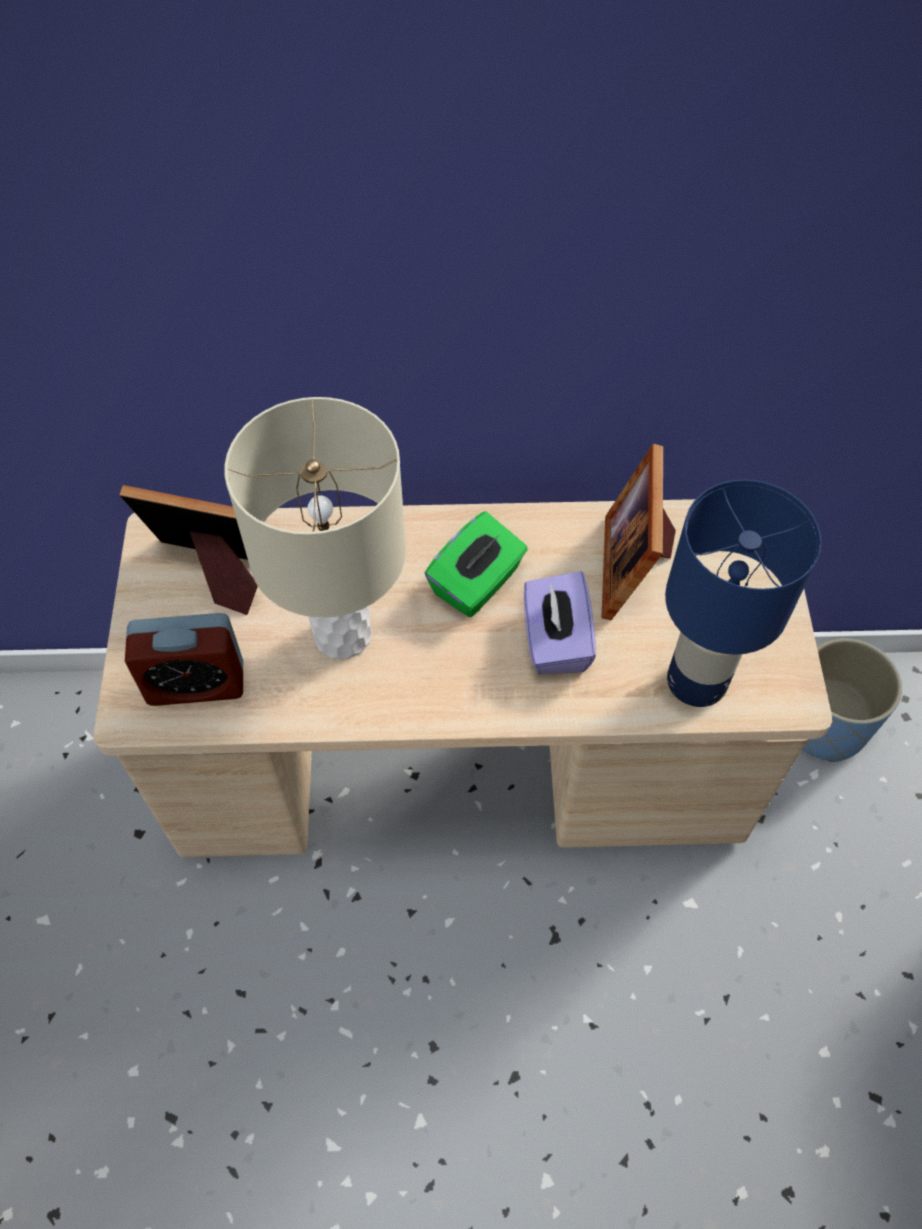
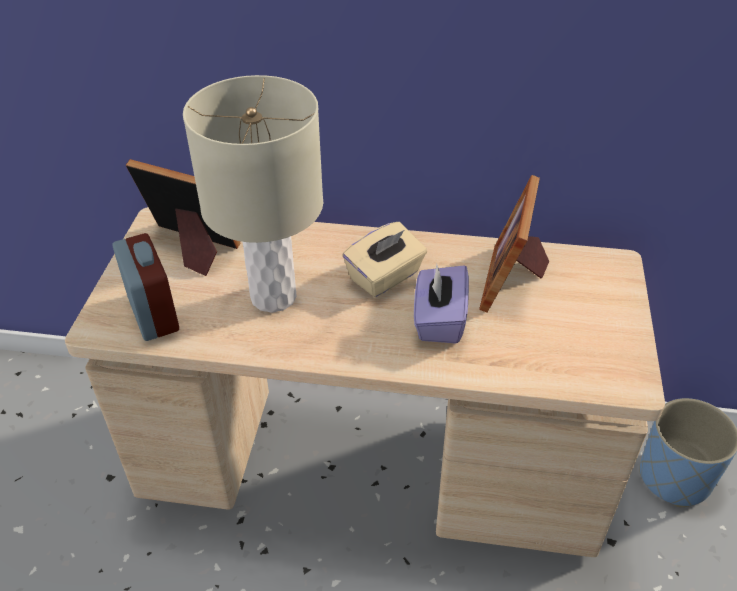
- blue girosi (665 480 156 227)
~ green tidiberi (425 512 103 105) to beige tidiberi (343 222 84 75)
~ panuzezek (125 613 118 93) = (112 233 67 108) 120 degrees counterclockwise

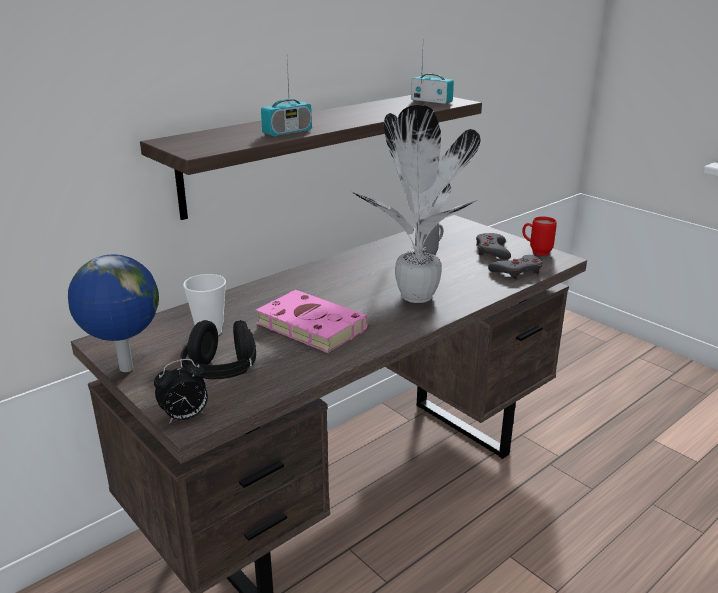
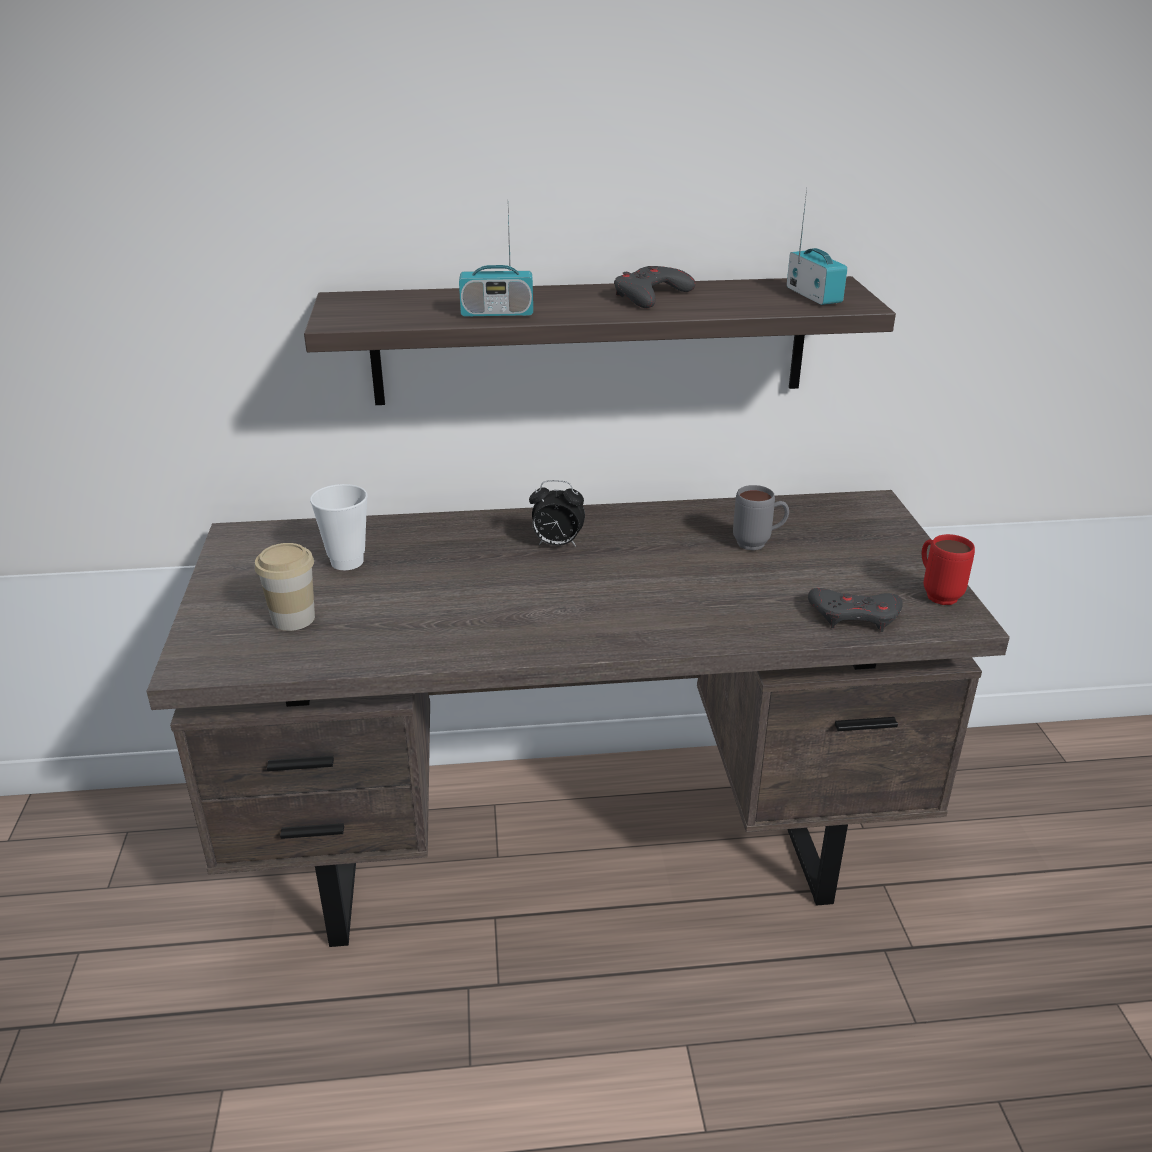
- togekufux (68 255 91 117)
- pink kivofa (255 290 113 63)
- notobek (352 105 128 198)
~ panuzezek (154 359 54 64) to (529 480 56 66)
~ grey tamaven (476 233 35 27) to (614 266 82 42)
~ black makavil (180 320 76 59) to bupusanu (255 543 60 88)

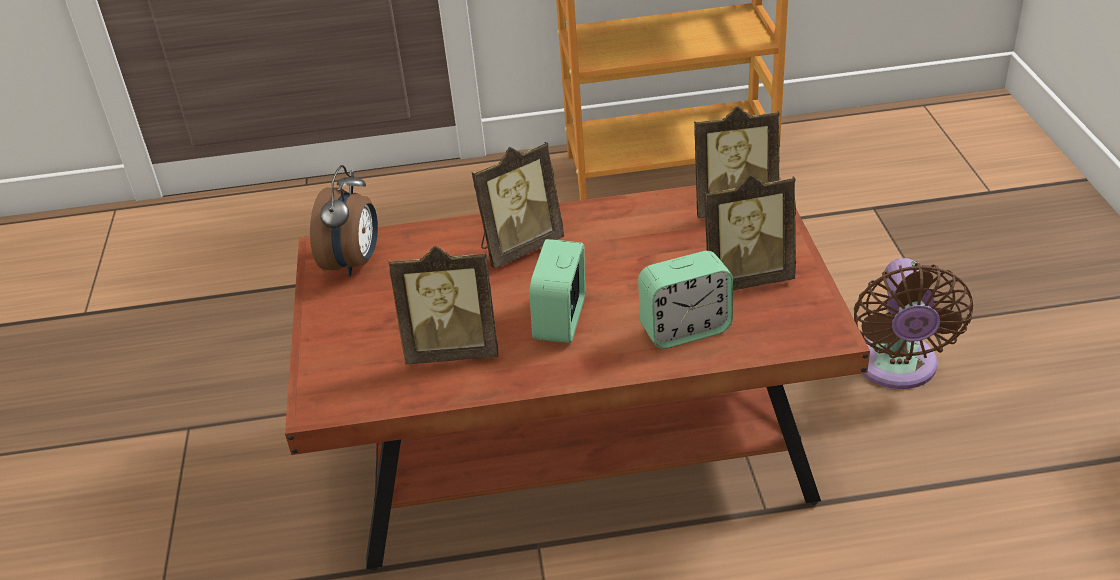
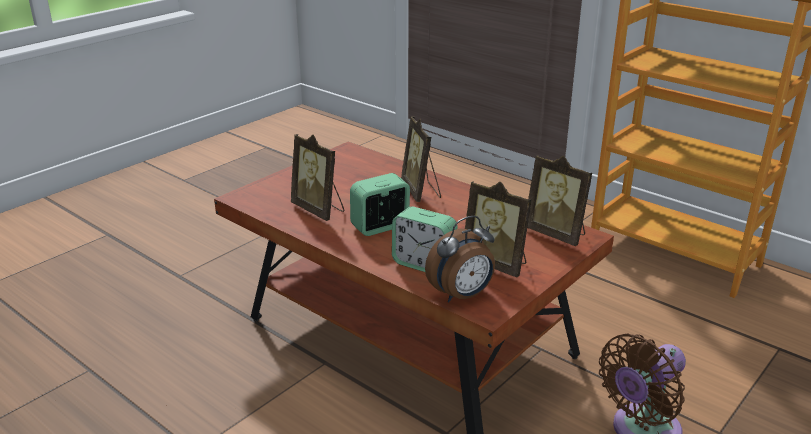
~ panuzezek (310 165 68 112) to (425 216 70 86)
~ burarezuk (471 142 93 127) = (401 116 40 86) 60 degrees clockwise

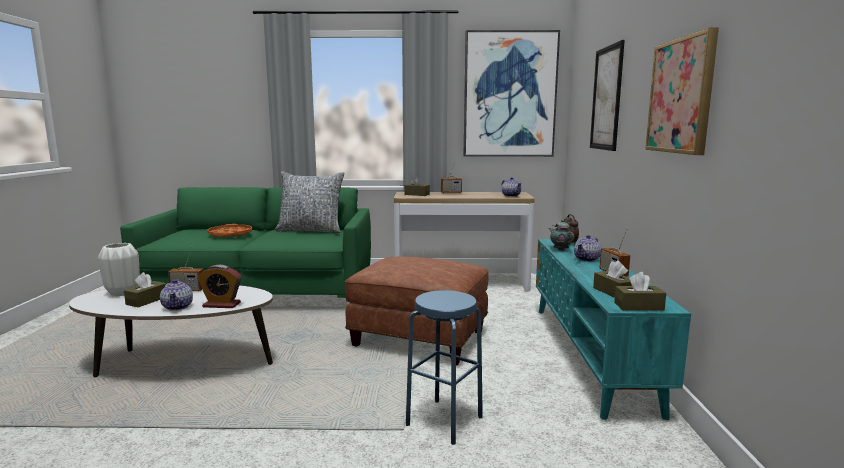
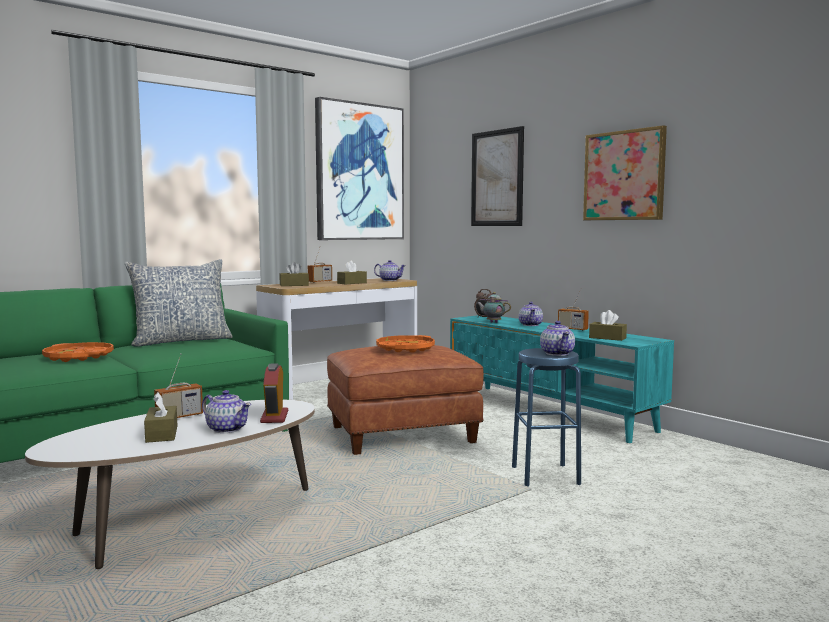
- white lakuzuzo (98 243 42 53)
+ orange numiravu (376 335 59 18)
+ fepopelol (540 321 35 35)
~ brown tidiberi (614 272 52 39) to (337 260 30 24)
~ panuzezek (197 265 45 43) = (260 363 28 60) 120 degrees clockwise

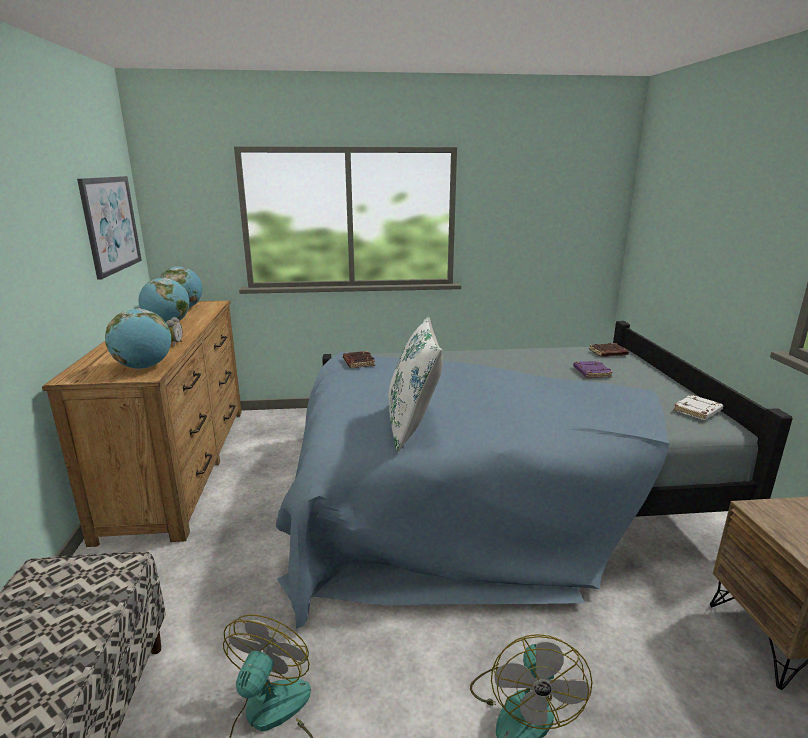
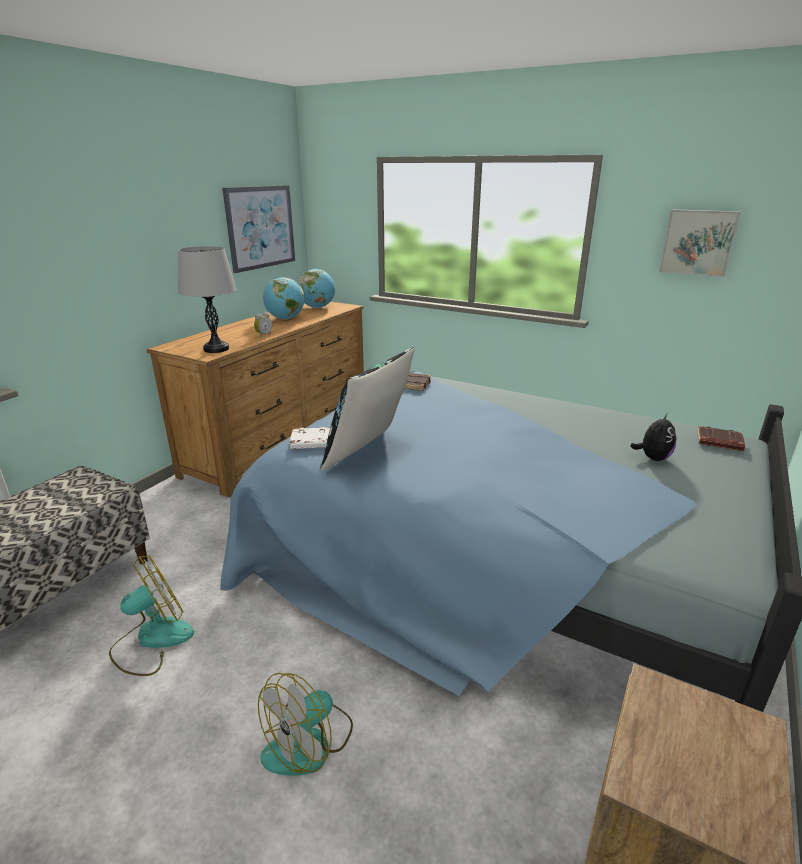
+ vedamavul (659 209 81 68)
~ white kivofa (673 395 50 25) to (290 427 40 22)
~ togekufux (105 308 67 61) to grey girosi (178 246 59 107)
~ purple kivofa (573 361 40 17) to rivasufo (630 413 46 48)
~ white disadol (388 316 55 136) to black disadol (320 347 95 124)

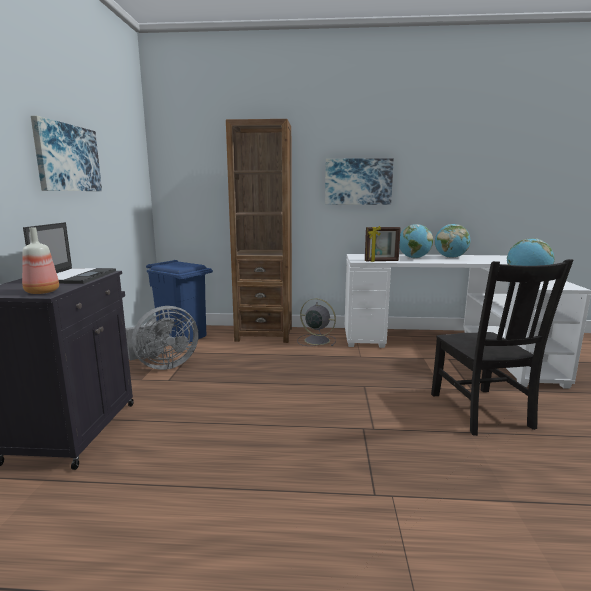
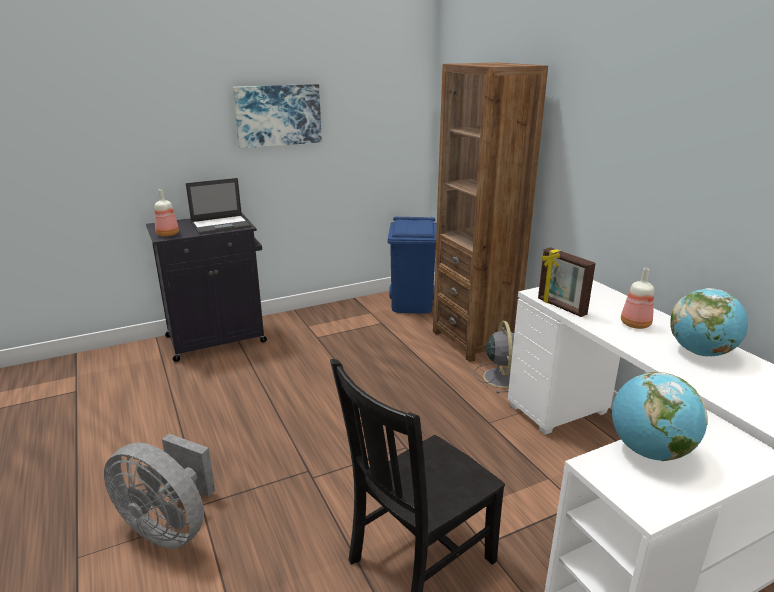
- vedamavul (325 158 69 47)
~ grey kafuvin (125 306 74 64) to (104 434 111 115)
~ togekufux (399 224 34 34) to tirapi (621 268 33 61)

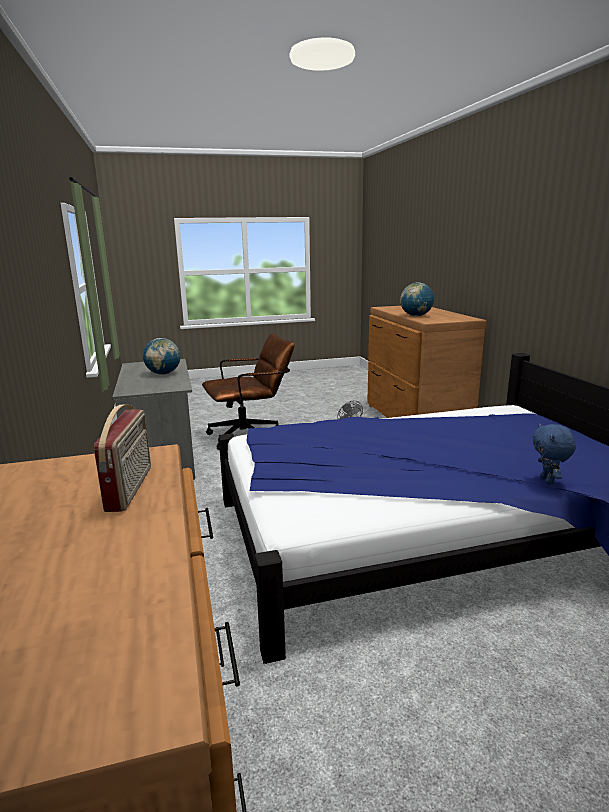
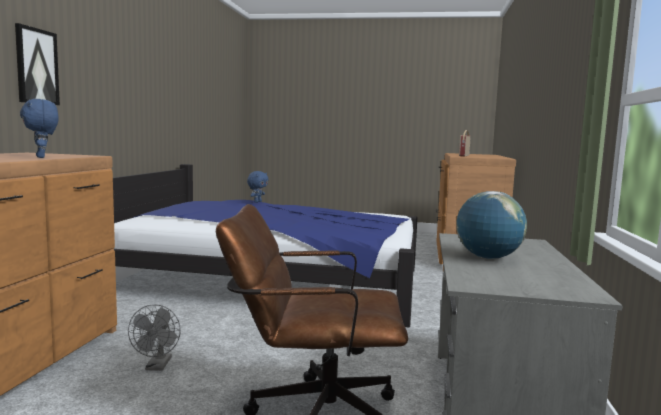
+ vedamavul (15 23 45 82)
~ togekufux (400 282 34 35) to blue rivasufo (20 99 39 59)

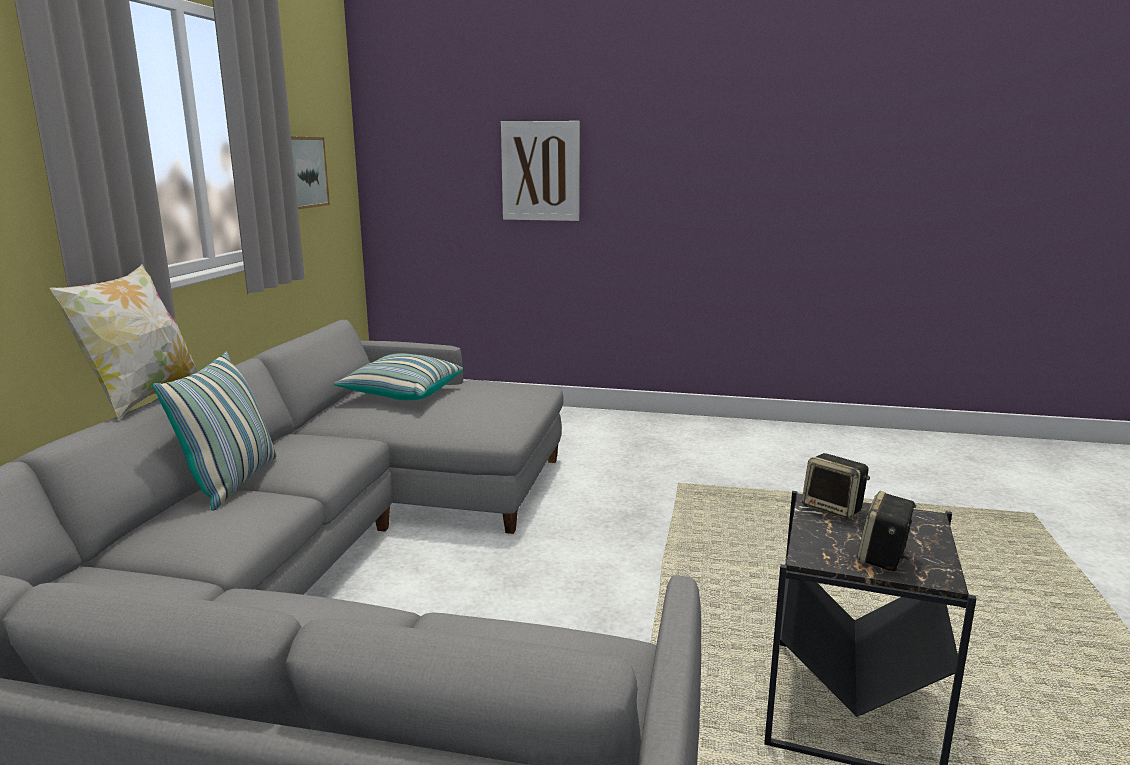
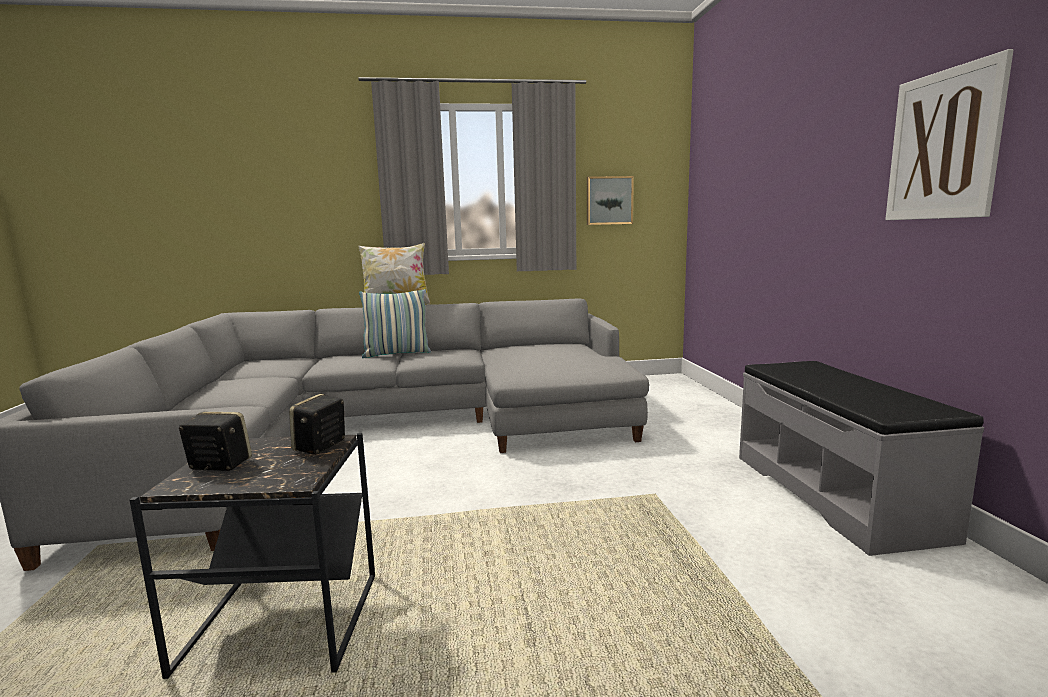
- disadol (334 353 129 47)
+ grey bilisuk (739 361 245 195)
~ vedamavul (501 121 79 100) to (885 49 128 171)

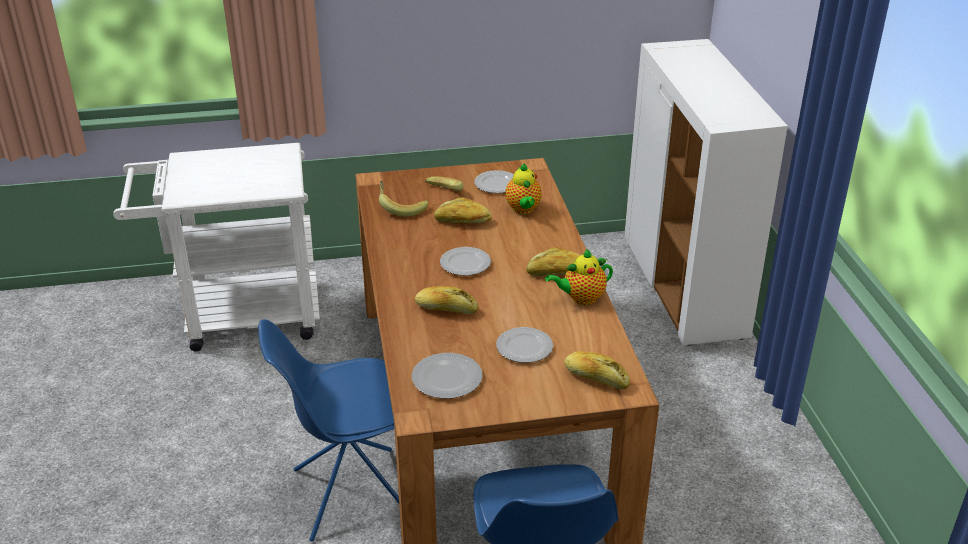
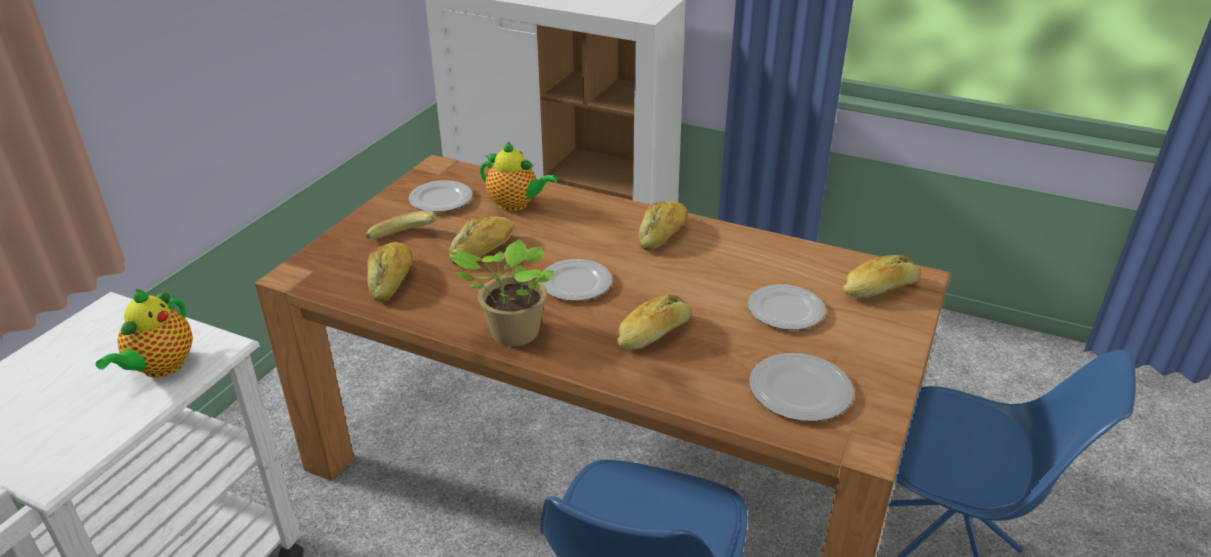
+ notobek (449 239 105 107)
~ fepopelol (545 249 68 56) to (96 289 97 89)
~ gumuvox (379 181 49 36) to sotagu (367 242 45 60)

